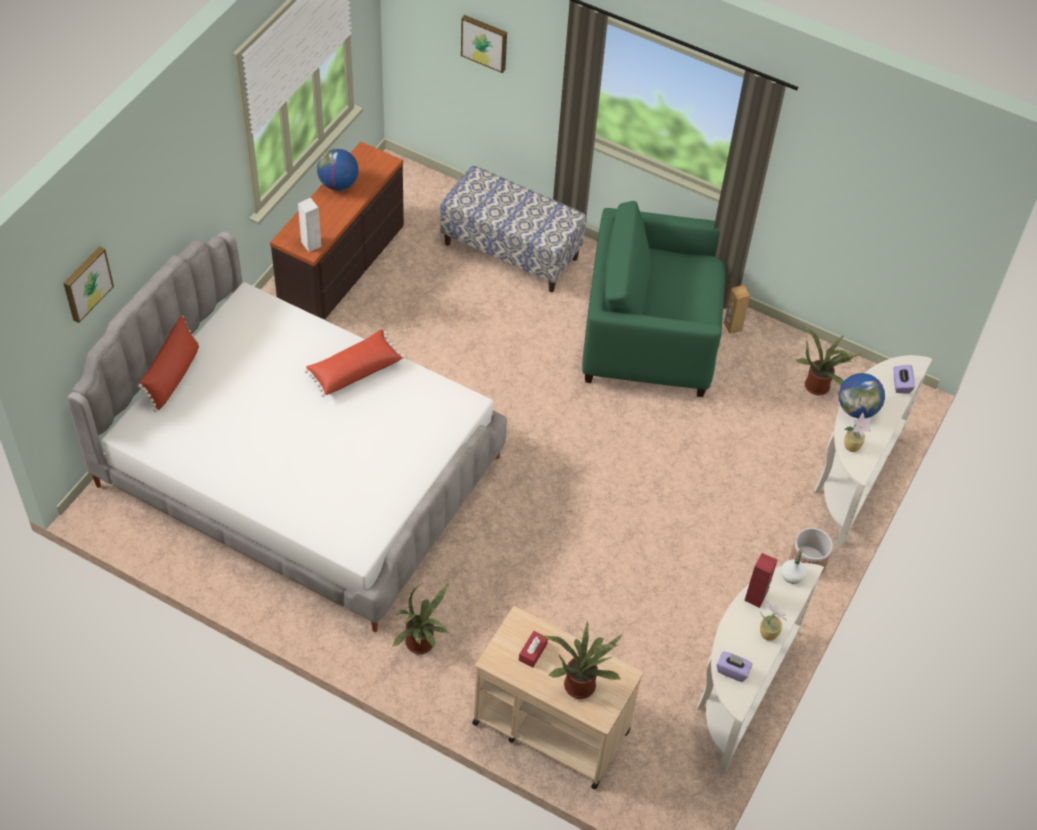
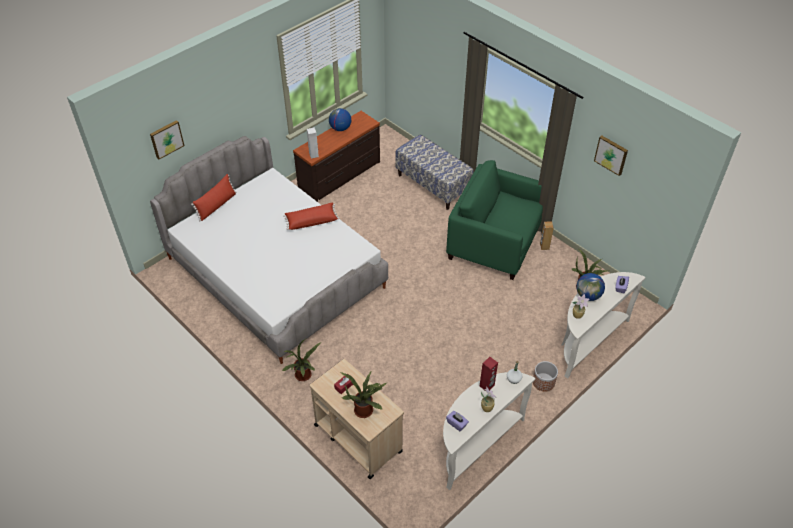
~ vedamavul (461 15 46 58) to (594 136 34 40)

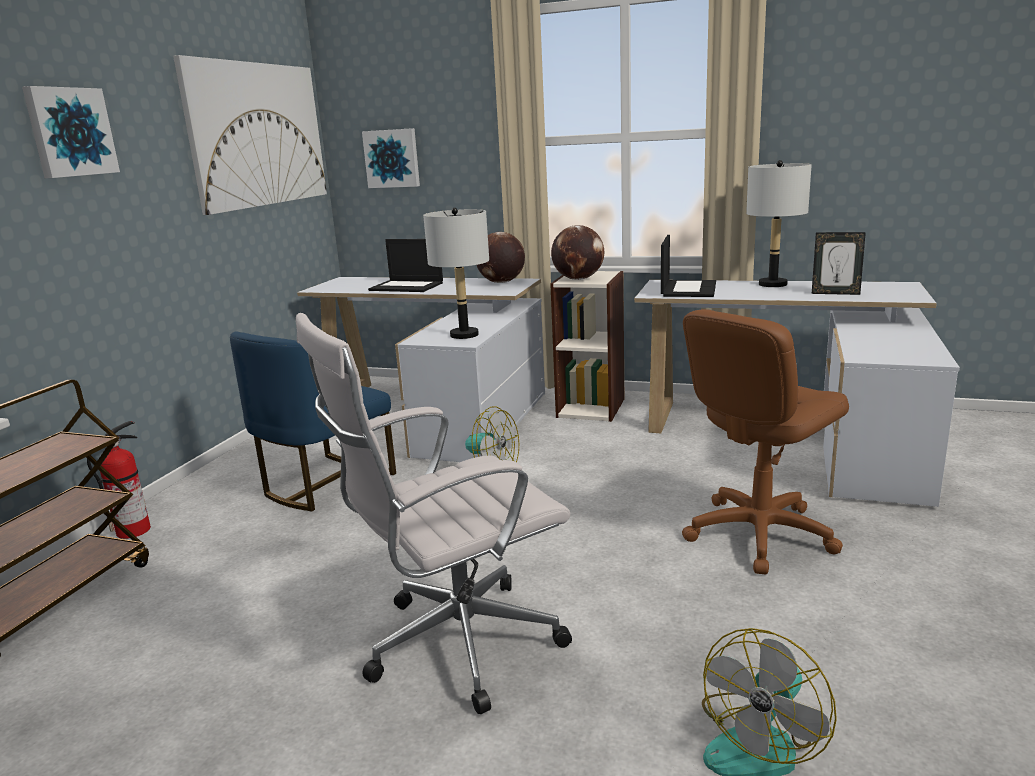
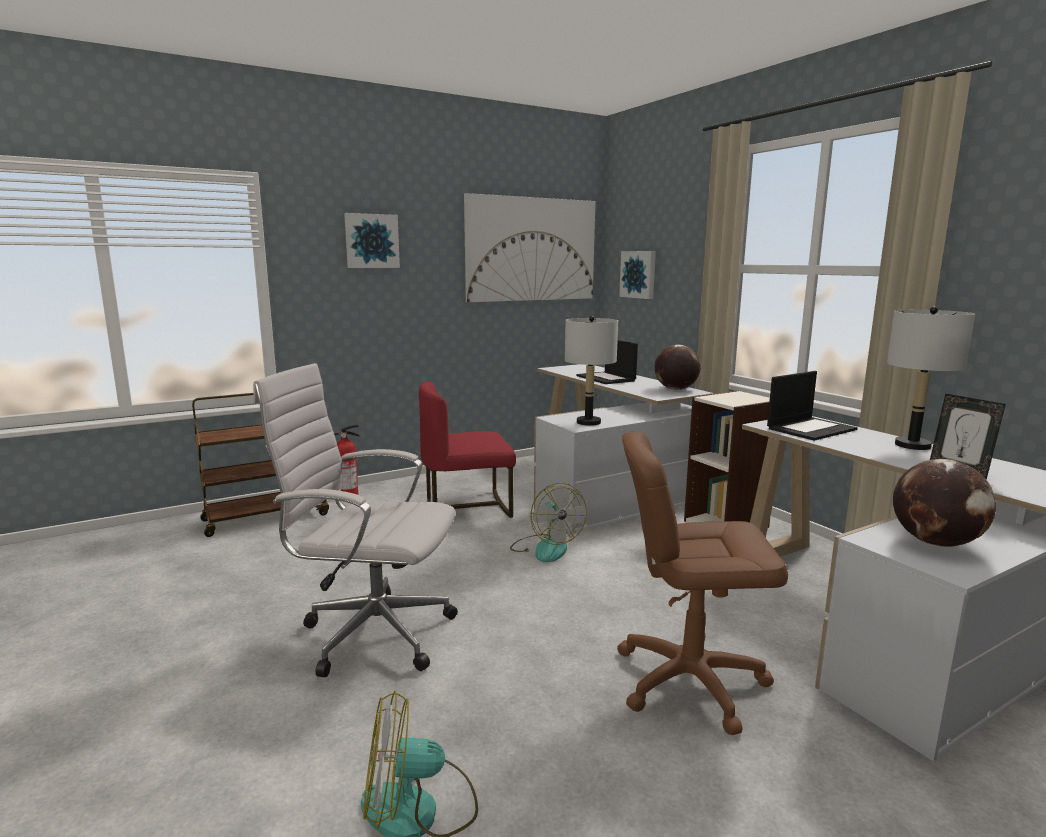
~ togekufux (551 225 53 55) to (893 459 103 88)
~ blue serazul (230 331 166 180) to red serazul (419 382 97 136)

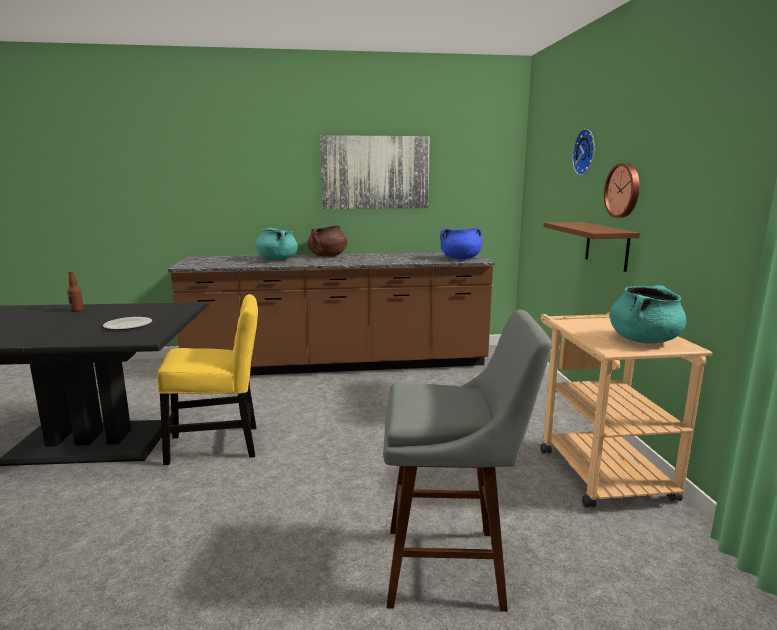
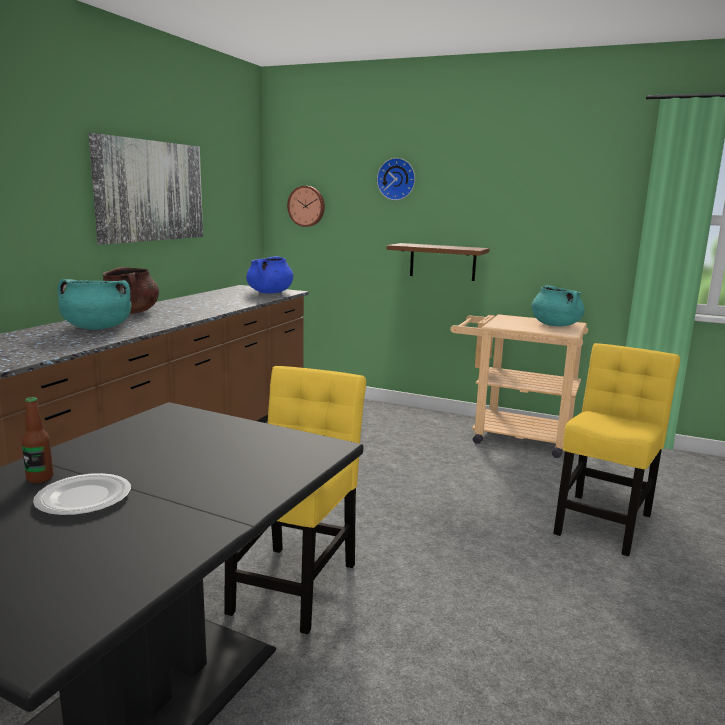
~ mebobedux (103 317 49 13) to (33 473 98 43)
~ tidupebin (604 163 35 55) to (287 186 38 41)
~ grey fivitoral (383 310 169 302) to yellow serazul (553 343 127 213)

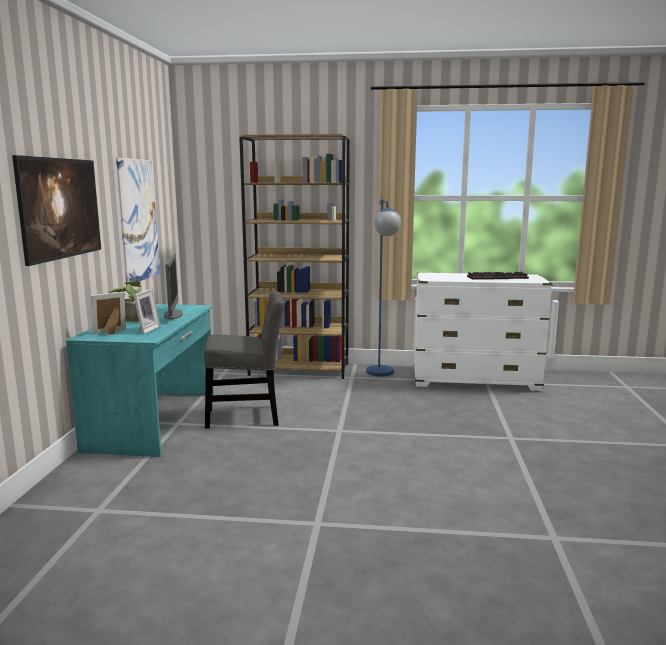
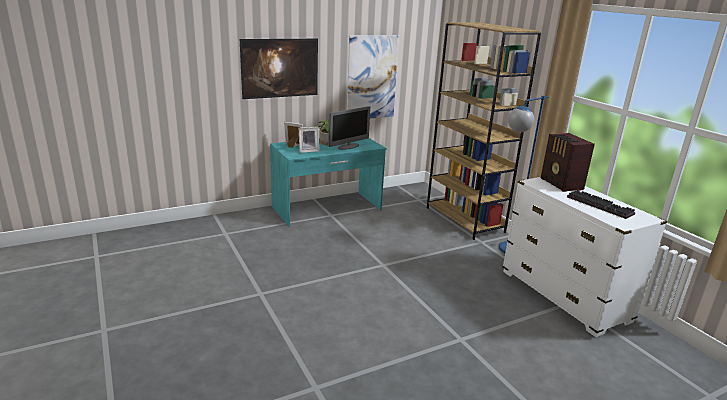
- grey serazul (204 291 80 138)
+ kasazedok (541 133 54 59)

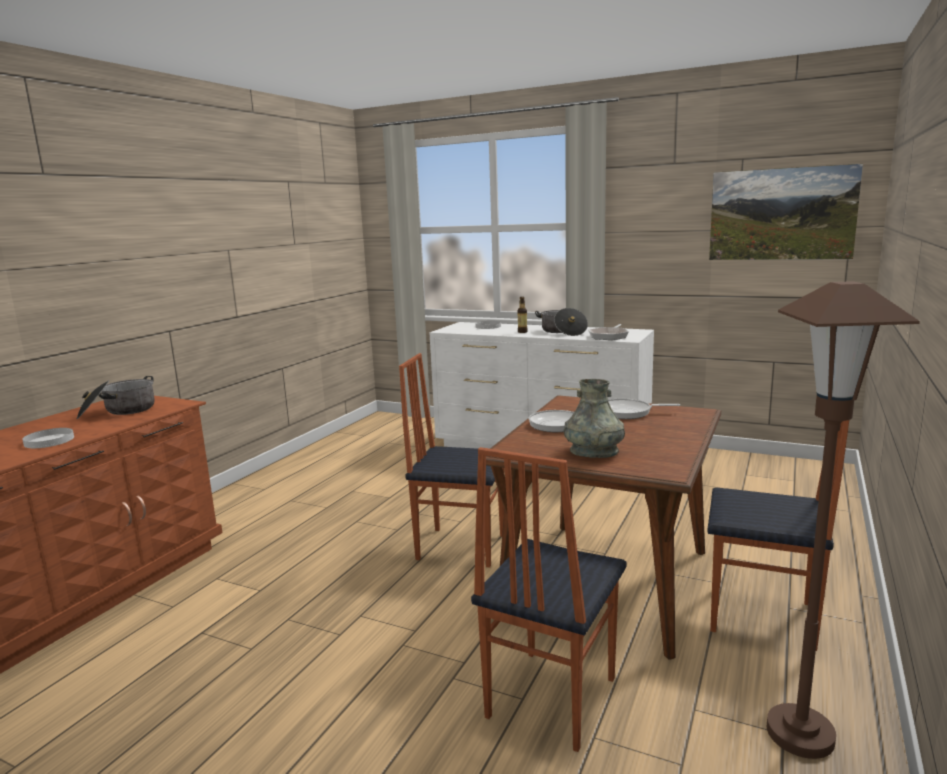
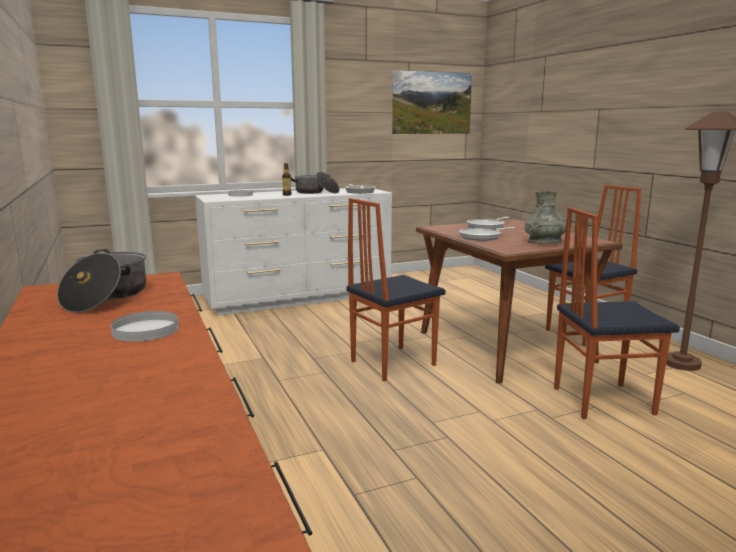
~ serazul (471 447 156 305) = (554 207 126 212) 105 degrees clockwise

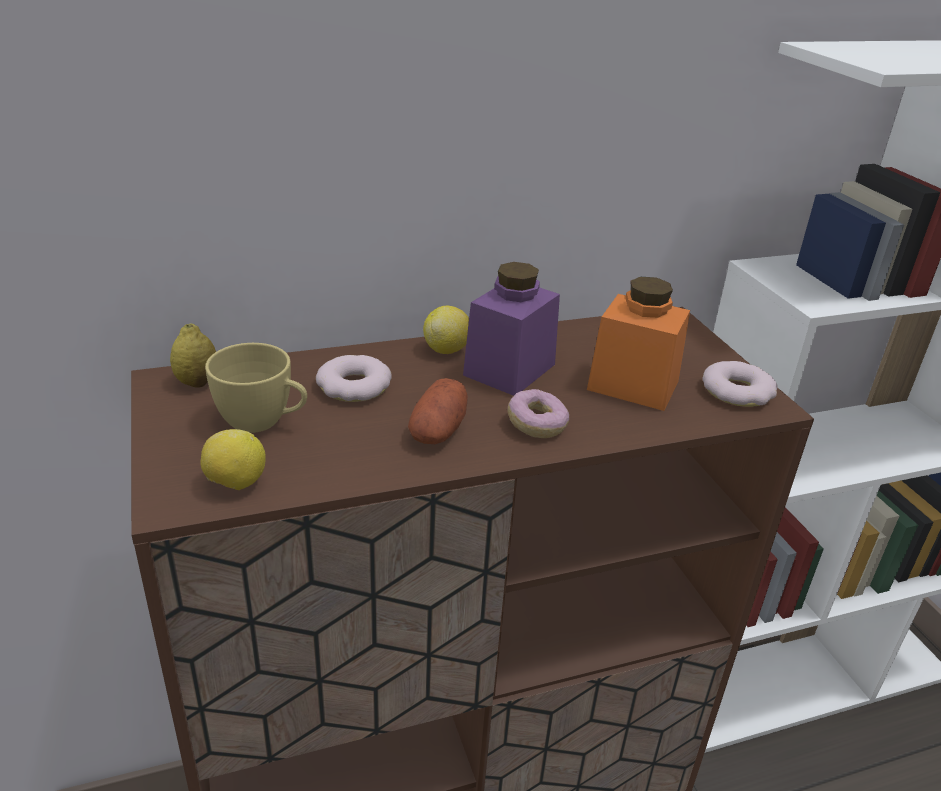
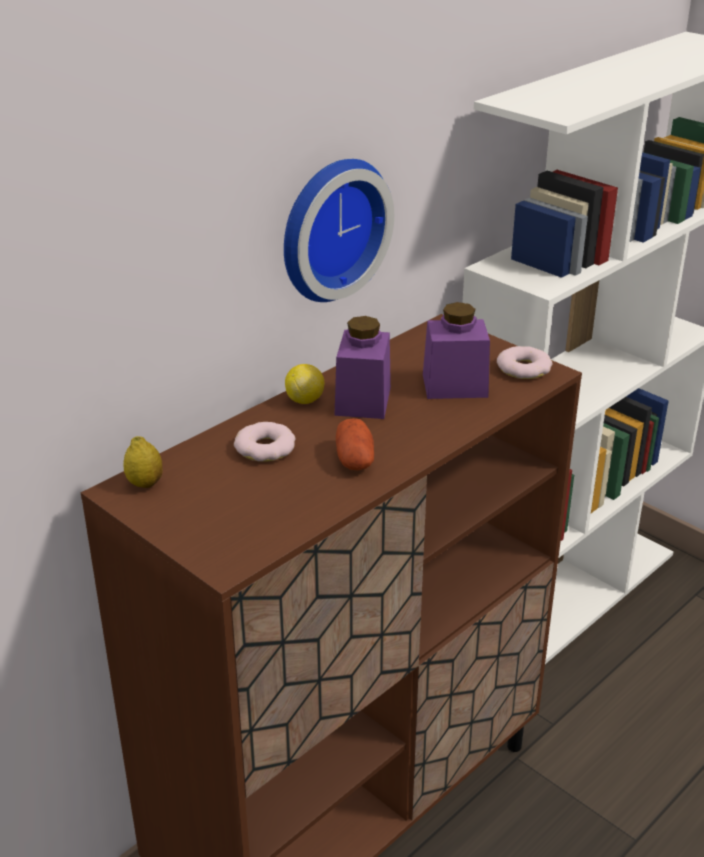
- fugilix (200 429 66 61)
- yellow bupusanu (205 343 102 90)
- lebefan (507 389 62 49)
+ tidupebin (284 159 110 143)
~ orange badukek (587 277 103 134) to purple badukek (423 302 67 97)

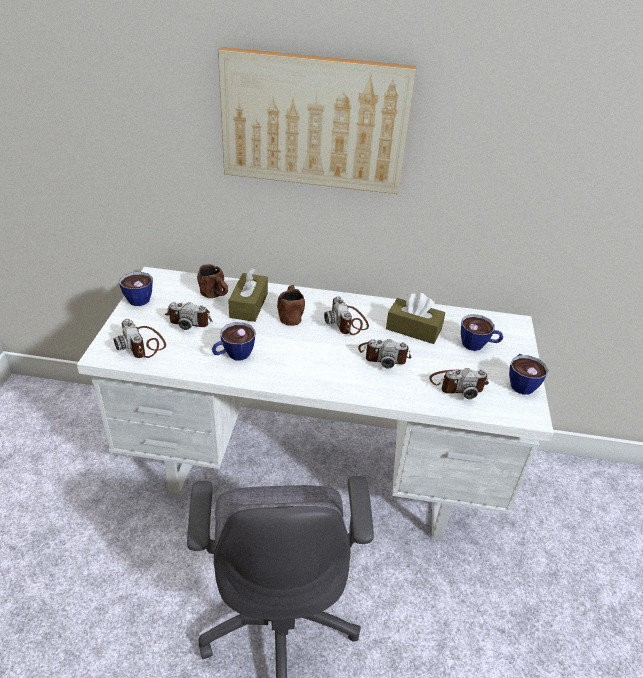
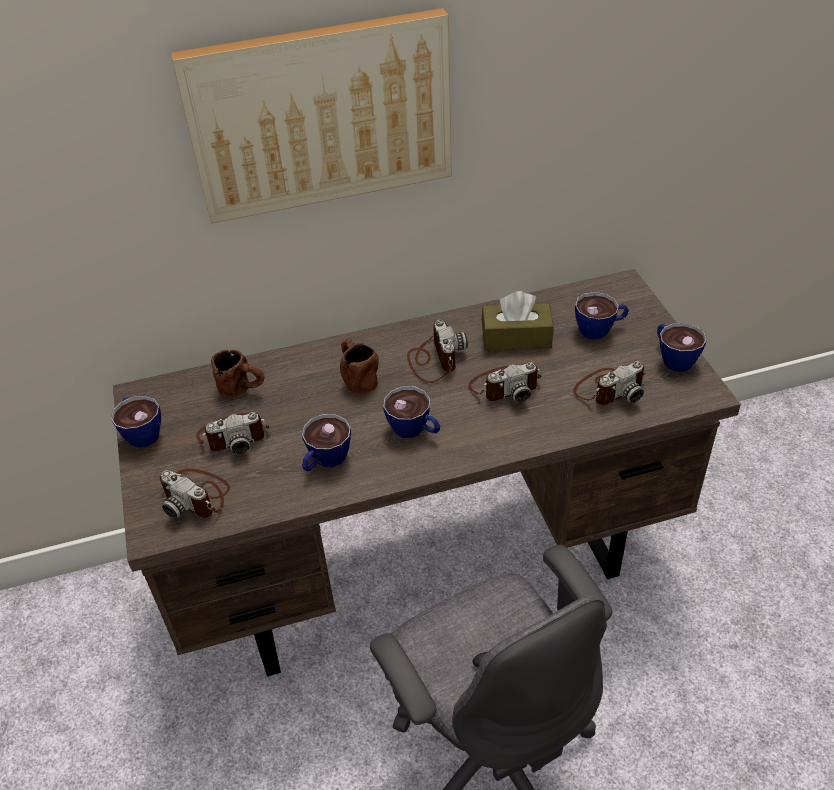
- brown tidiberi (228 268 40 54)
+ bupusanu (383 386 57 52)
~ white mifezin (77 267 477 274) to brown mifezin (113 269 628 407)
~ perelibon (324 296 45 39) = (407 320 61 63) 150 degrees counterclockwise

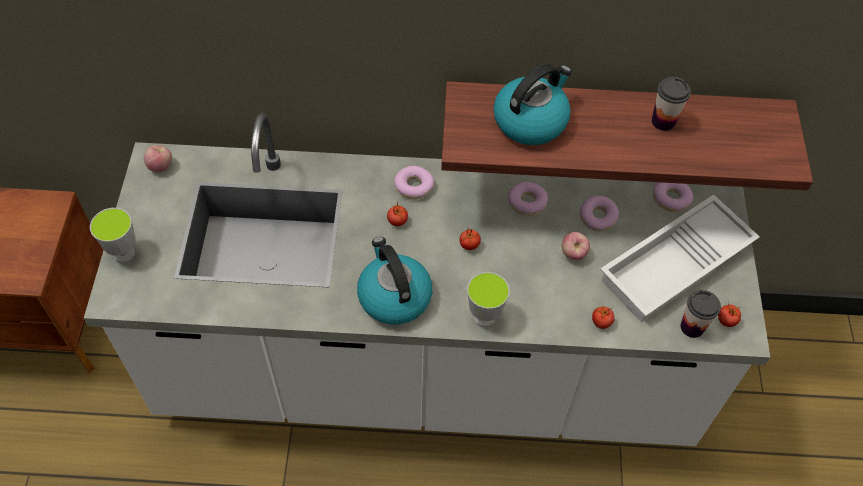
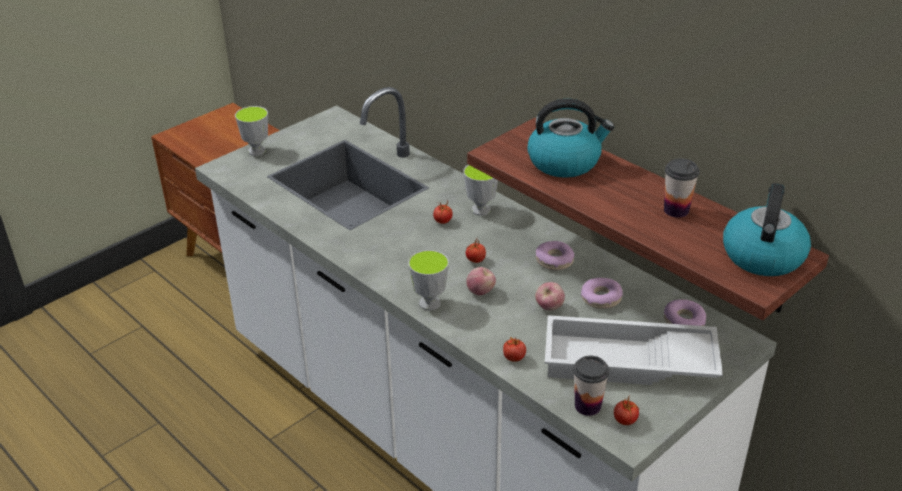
~ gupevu (144 145 28 27) to (466 267 30 28)
~ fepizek (357 237 75 87) to (723 183 88 93)
~ lebefan (394 166 40 34) to bupusanu (463 165 35 51)

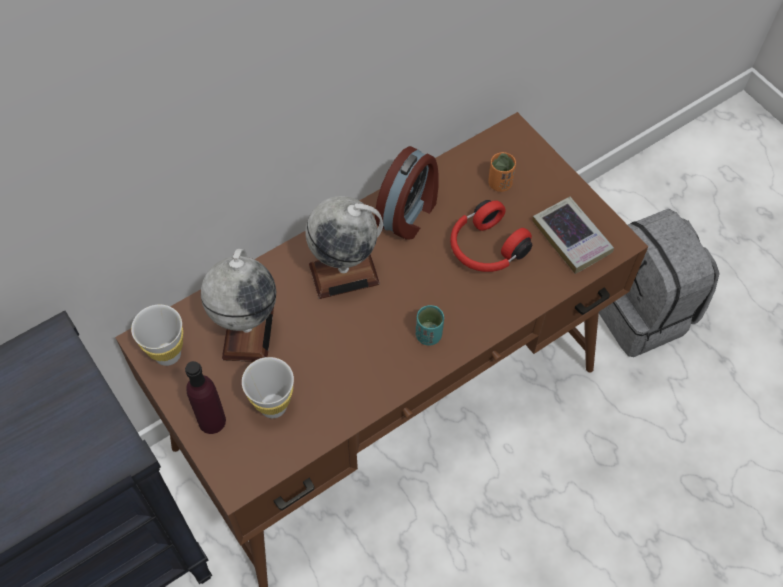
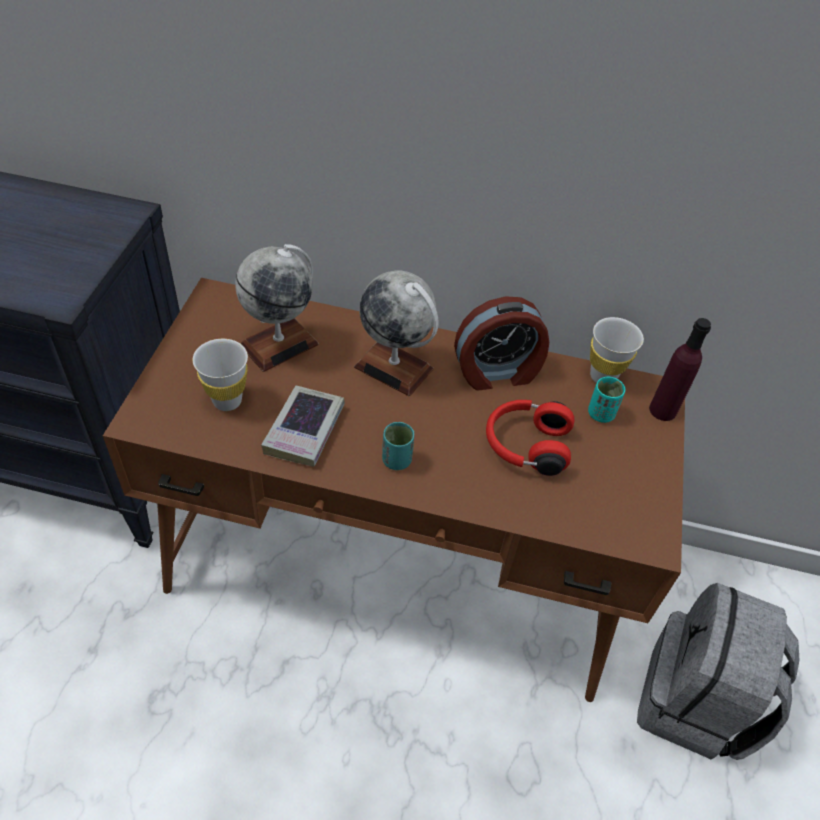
~ white bupusanu (131 304 52 62) to (590 317 54 66)
~ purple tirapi (185 361 41 73) to (649 318 62 103)
~ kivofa (532 197 82 77) to (261 385 84 81)
~ orange bupusanu (488 152 28 40) to turquoise bupusanu (588 377 38 46)

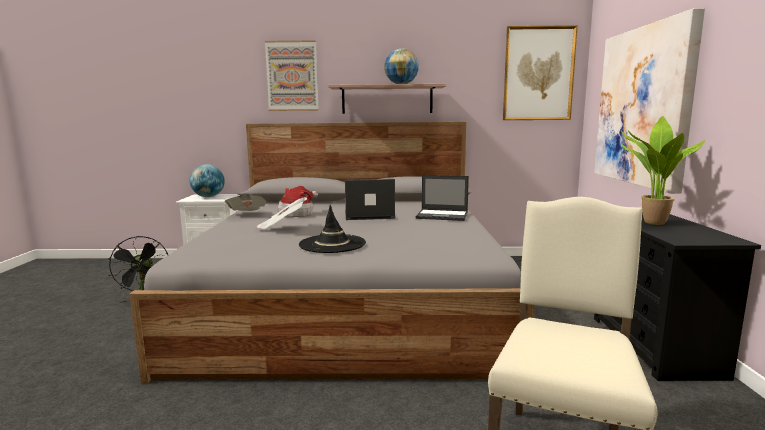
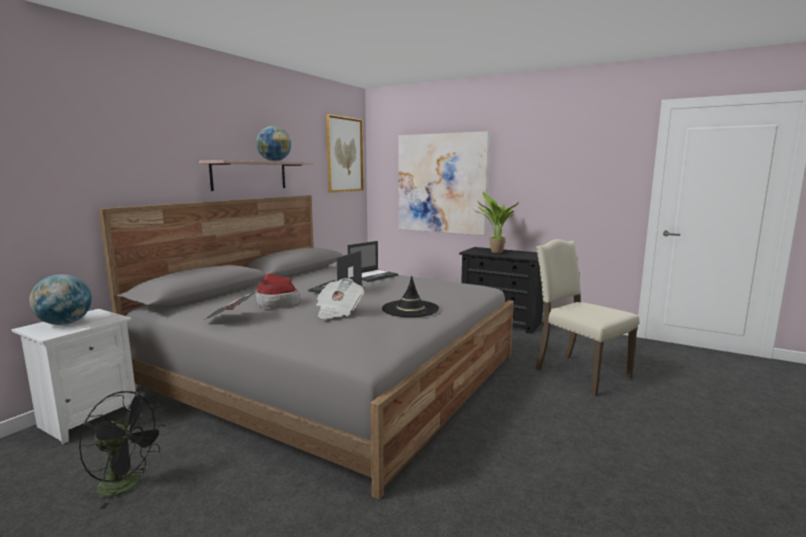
- vedamavul (265 40 54 71)

